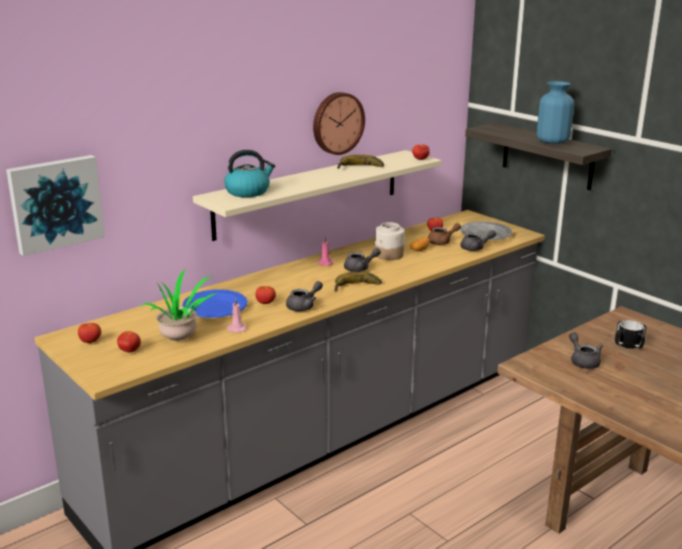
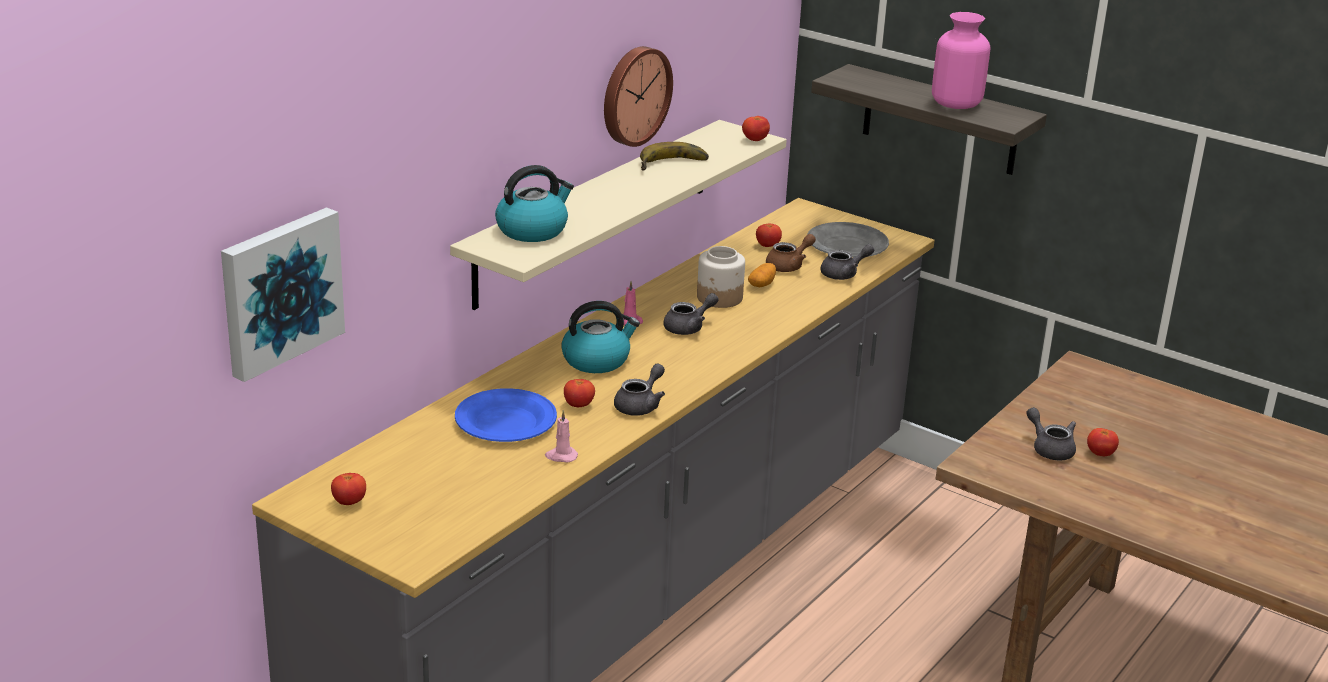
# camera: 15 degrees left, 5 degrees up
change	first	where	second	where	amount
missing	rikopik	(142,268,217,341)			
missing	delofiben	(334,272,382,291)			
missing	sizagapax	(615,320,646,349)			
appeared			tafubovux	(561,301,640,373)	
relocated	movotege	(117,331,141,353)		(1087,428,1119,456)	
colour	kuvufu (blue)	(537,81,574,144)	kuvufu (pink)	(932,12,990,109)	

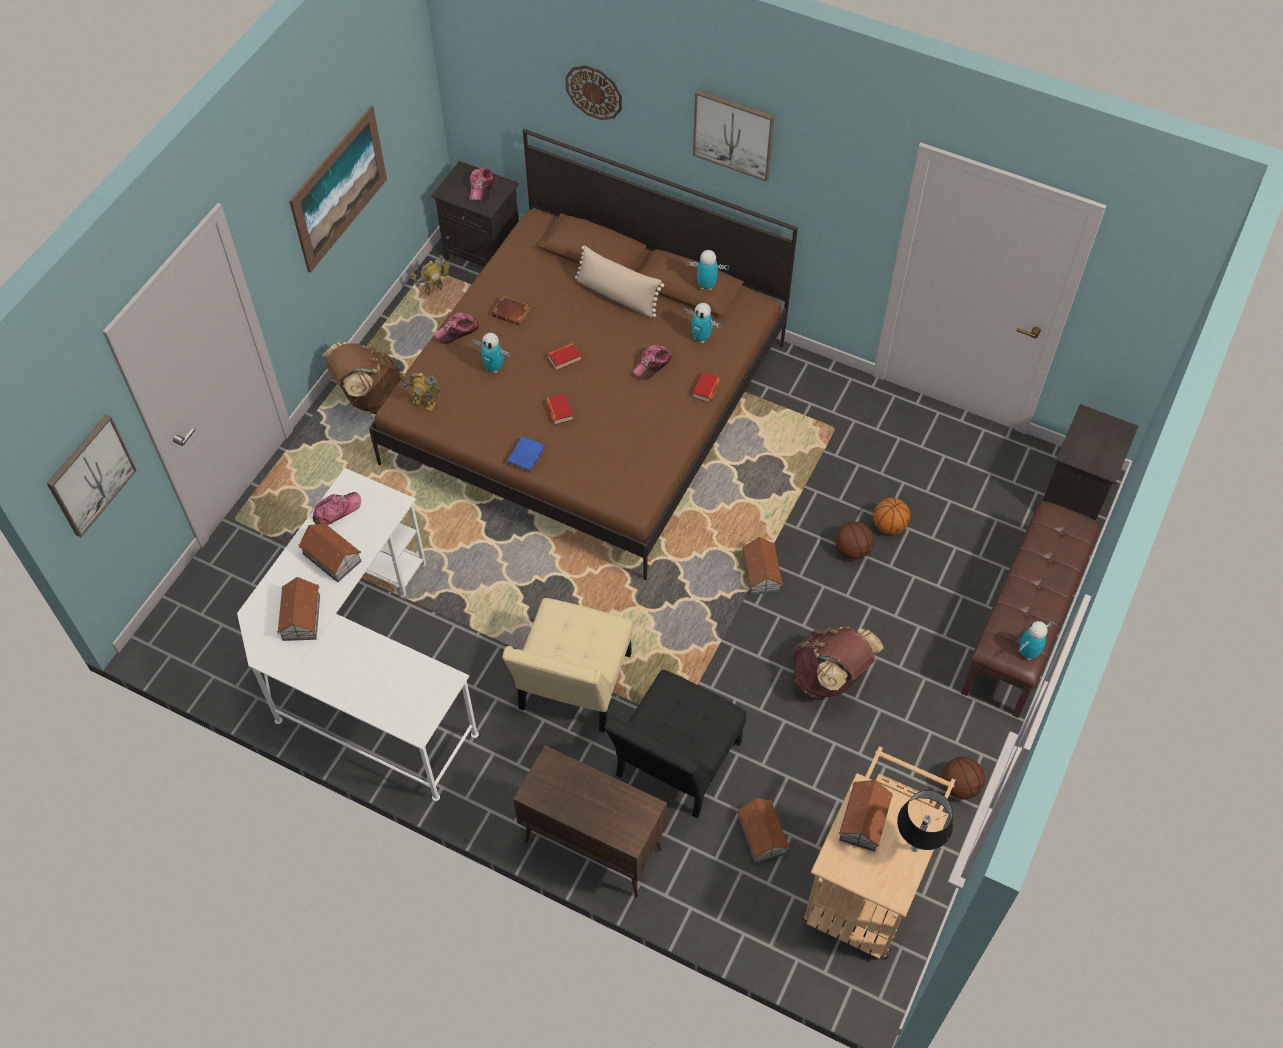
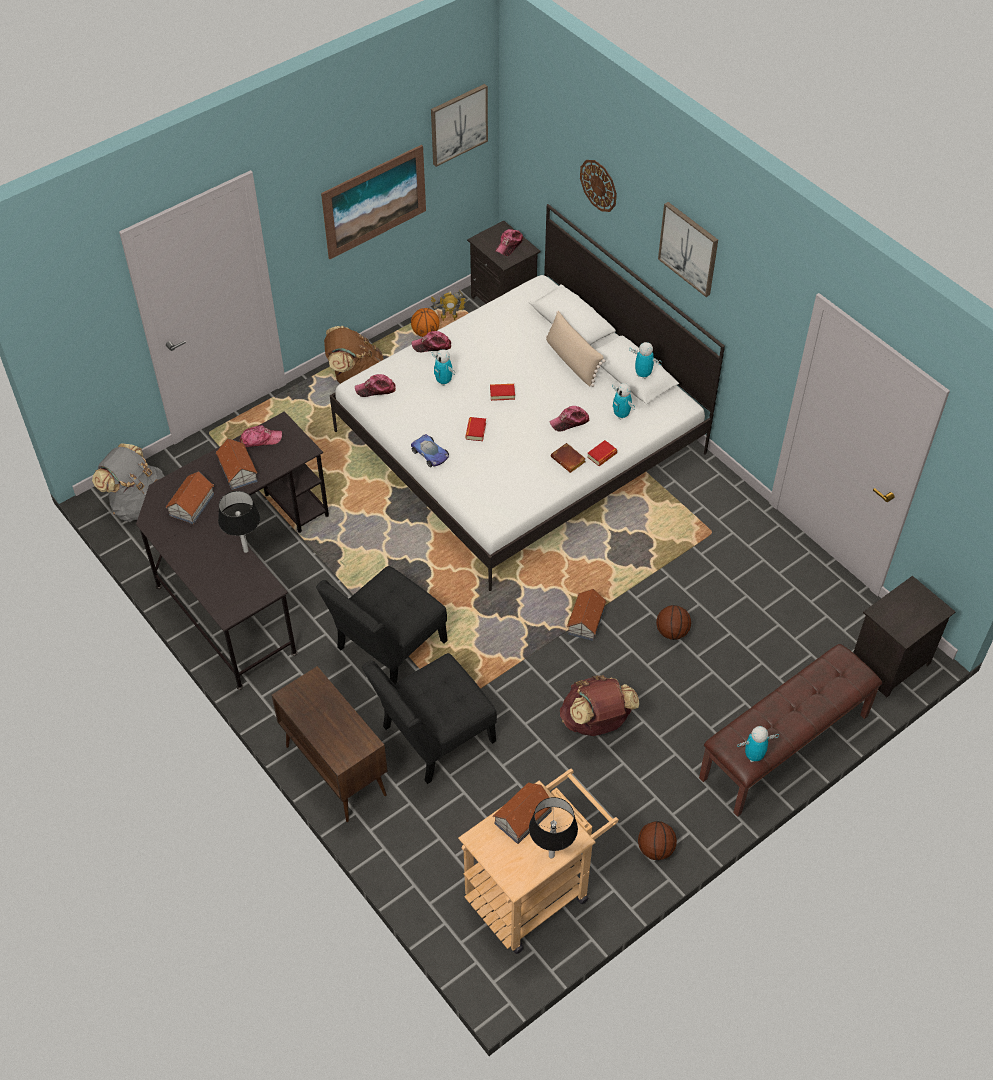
# camera: 25 degrees right, 5 degrees down
change	first	where	second	where	amount
missing	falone	(737,798,790,864)			
appeared			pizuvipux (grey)	(92,443,165,522)	
appeared			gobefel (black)	(218,491,260,553)	
relocated	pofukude	(47,415,137,537)		(431,84,488,167)	
relocated	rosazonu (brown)	(492,296,530,325)		(551,443,586,473)	
relocated	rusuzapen	(873,498,911,535)		(411,308,440,337)	
exchanged	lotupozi	(399,371,441,411)	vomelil	(355,374,396,397)	
exchanged	rosazonu (blue)	(507,436,545,473)	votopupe	(411,434,449,467)	
colour	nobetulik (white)	(237,468,479,801)	nobetulik (black)	(136,411,329,690)	
colour	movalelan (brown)	(369,129,798,580)	movalelan (white)	(330,204,725,591)	
colour	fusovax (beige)	(502,598,633,732)	fusovax (black)	(316,566,448,685)	

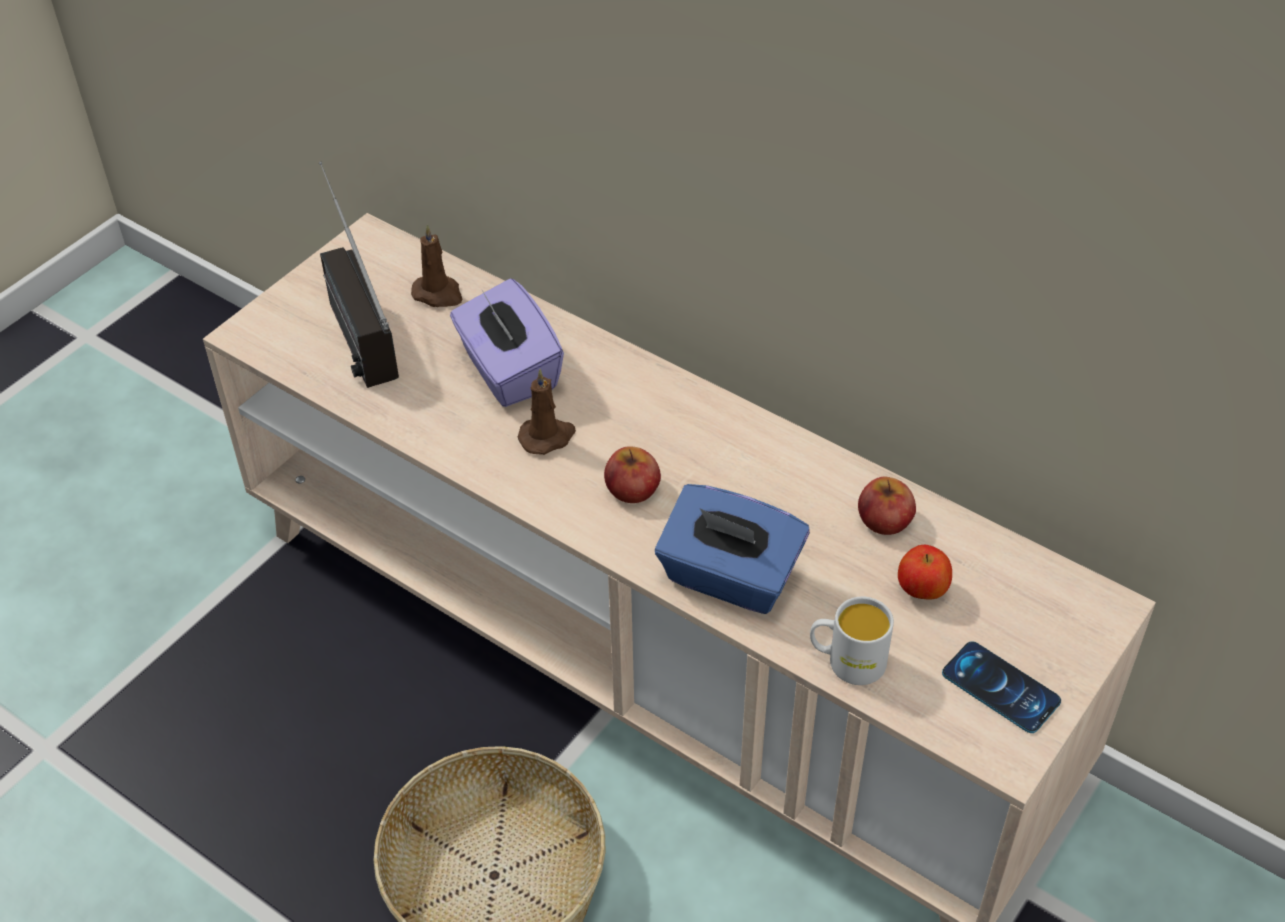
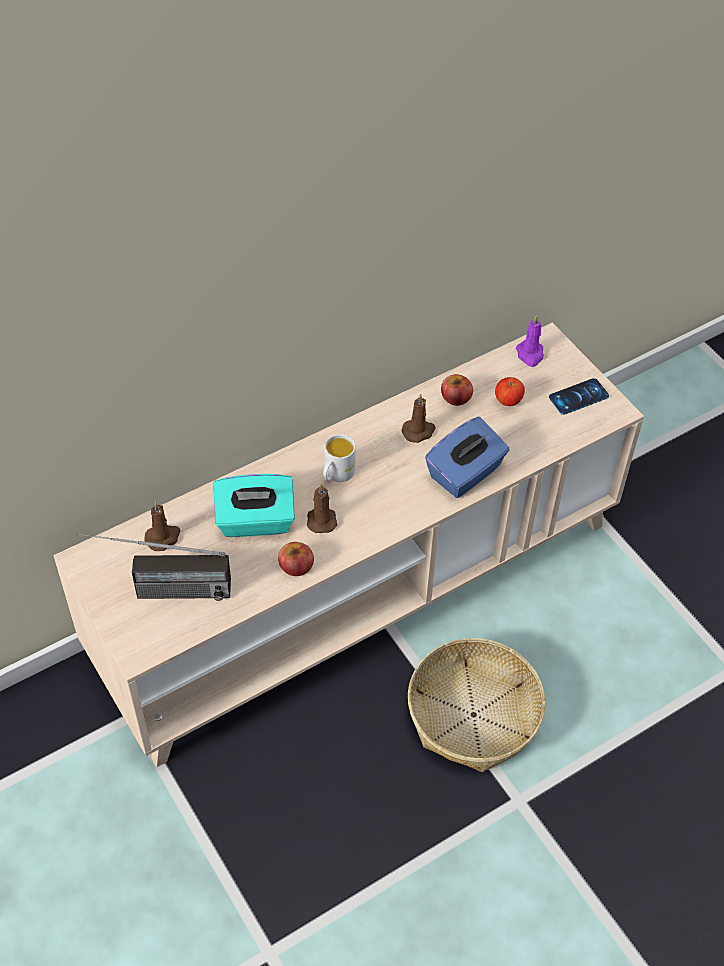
# camera: 70 degrees left, 5 degrees up
change	first	where	second	where	amount
appeared			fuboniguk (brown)	(401,394,436,443)	
appeared			fuboniguk (purple)	(516,315,544,367)	
relocated	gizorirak	(604,446,661,503)		(278,542,314,576)	
relocated	sizagapax (white)	(810,597,894,685)		(323,434,356,482)	
colour	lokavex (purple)	(450,279,564,407)	lokavex (turquoise)	(213,474,295,537)	

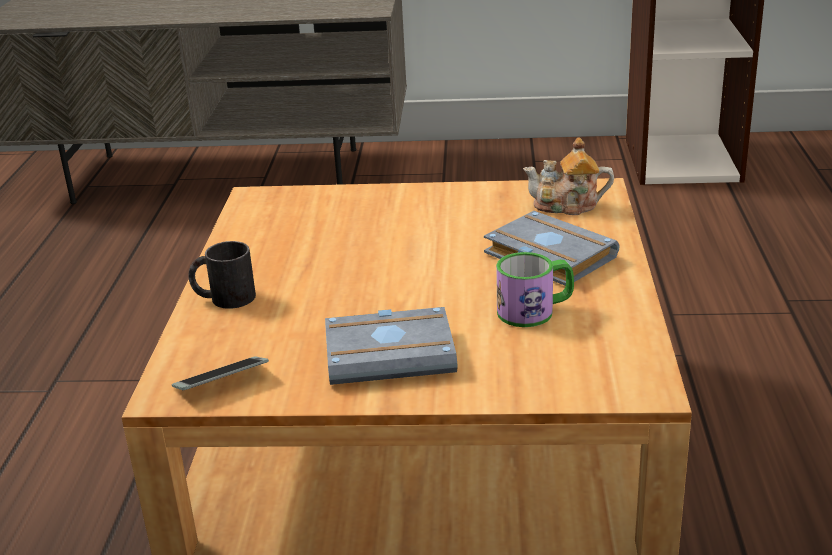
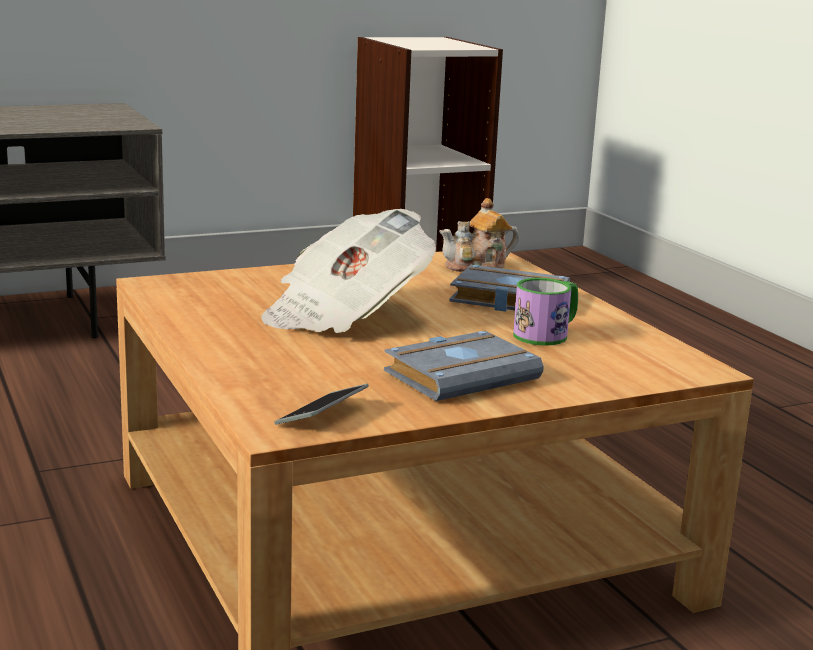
# camera: 30 degrees left, 10 degrees down
change	first	where	second	where	amount
missing	sizagapax (black)	(188,241,256,309)			
appeared			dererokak	(261,209,436,333)	

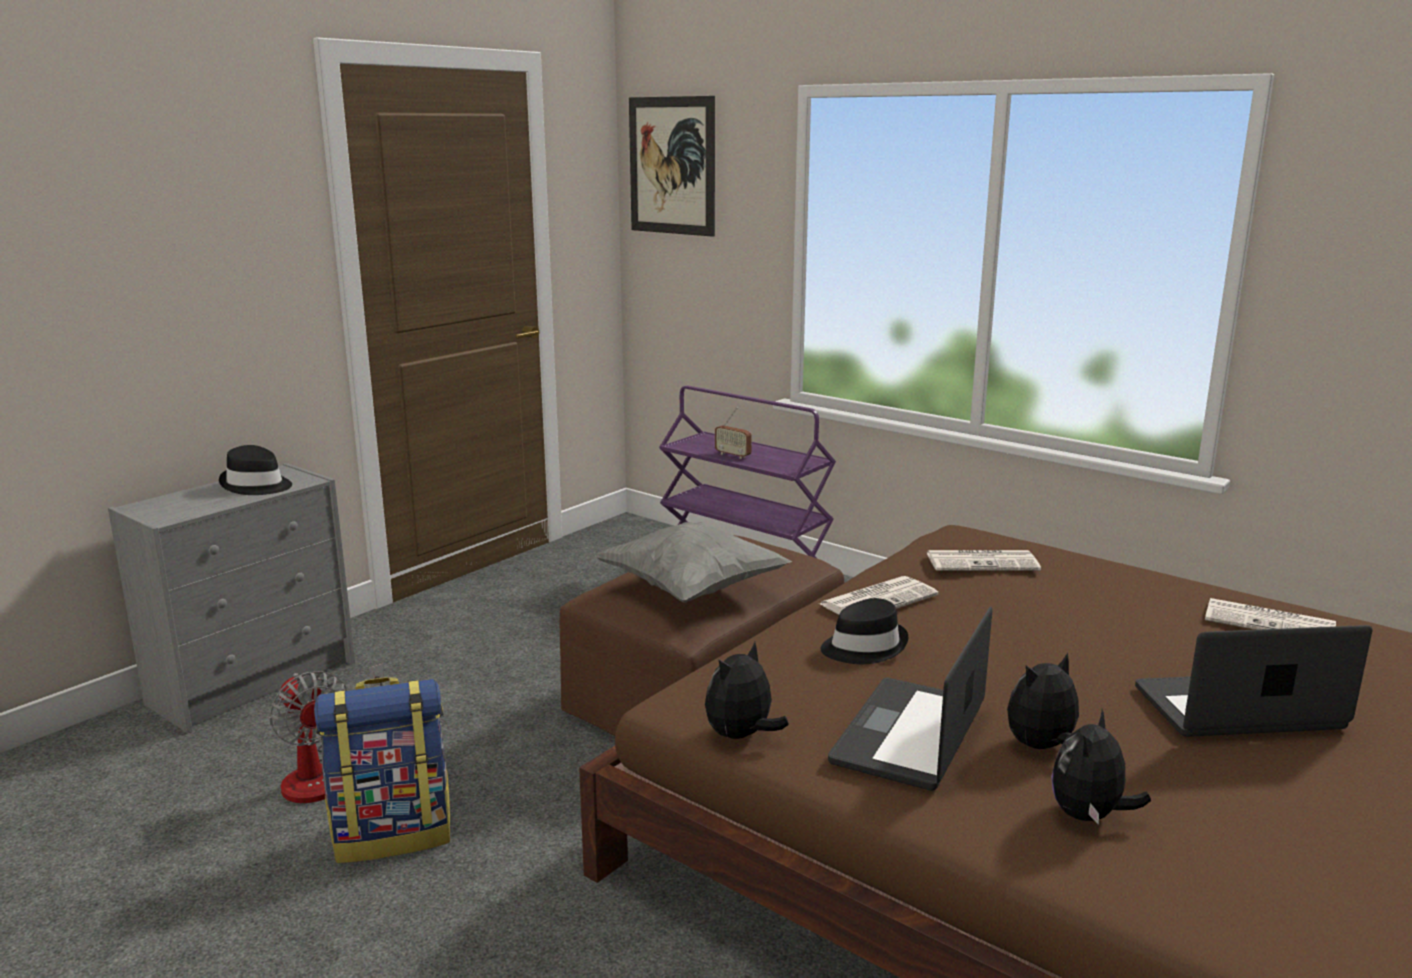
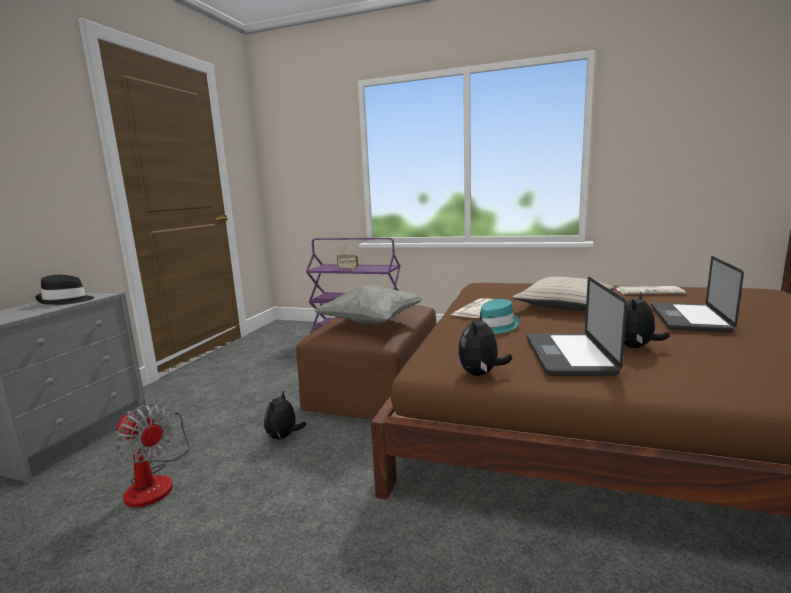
# camera: 20 degrees left, 5 degrees down
change	first	where	second	where	amount
missing	pizuvipux	(314,677,450,863)			
missing	pofukude	(629,96,715,237)			
missing	dererokak	(927,550,1041,571)			
appeared			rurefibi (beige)	(513,277,614,310)	
relocated	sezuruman	(1051,710,1151,825)		(264,390,307,439)	
colour	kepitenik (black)	(821,598,908,664)	kepitenik (turquoise)	(479,299,520,334)	
spun	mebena	(1135,625,1372,737)		(651,256,744,332)	45 degrees counterclockwise

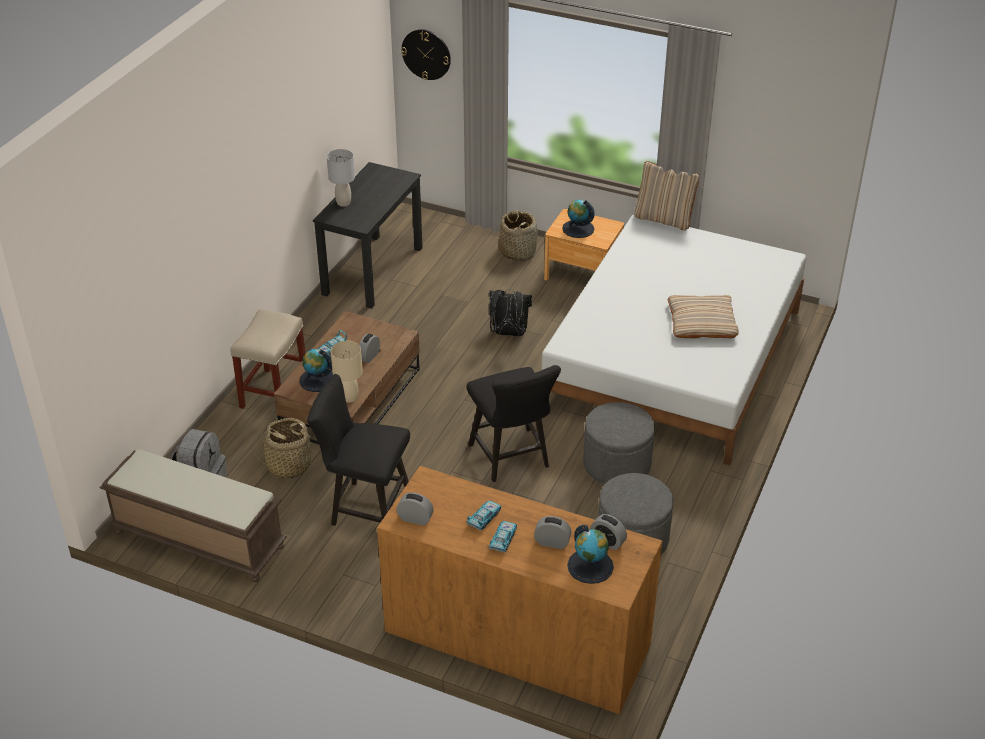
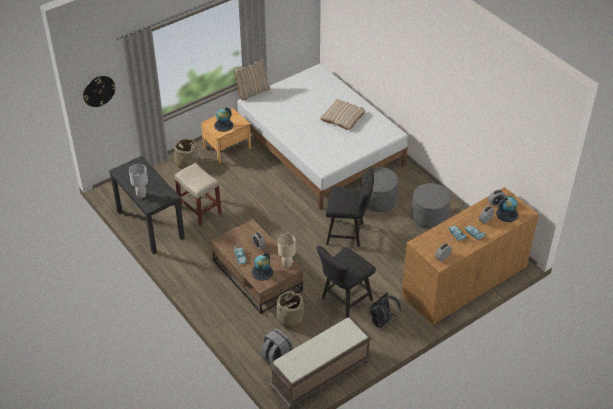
# camera: 60 degrees left, 5 degrees up
change	first	where	second	where	amount
relocated	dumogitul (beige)	(230,309,306,409)		(174,163,222,226)	
relocated	pizuvipux (black)	(489,289,532,336)		(369,293,401,329)	

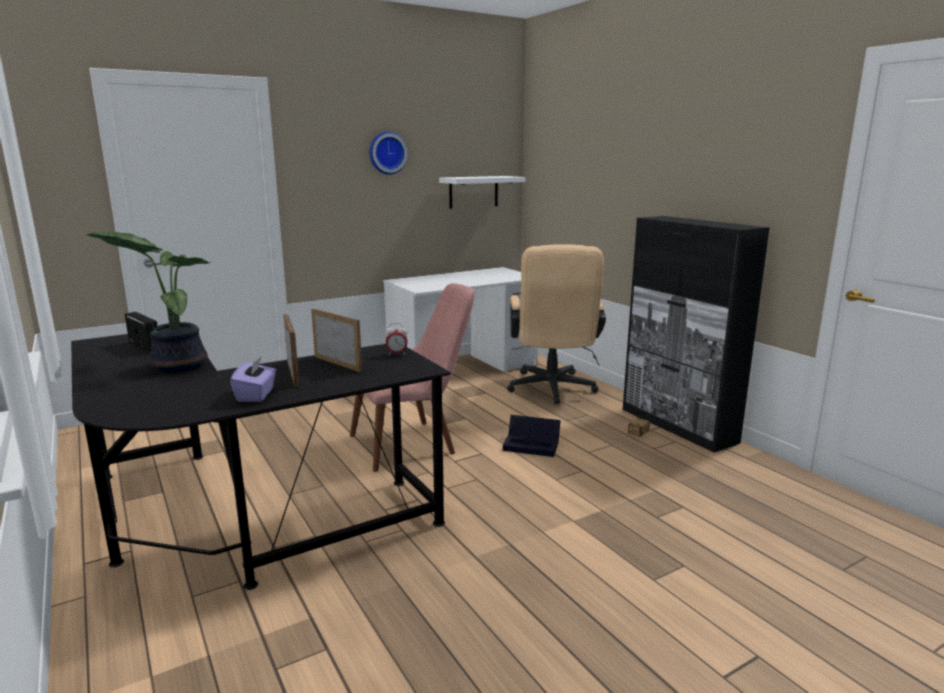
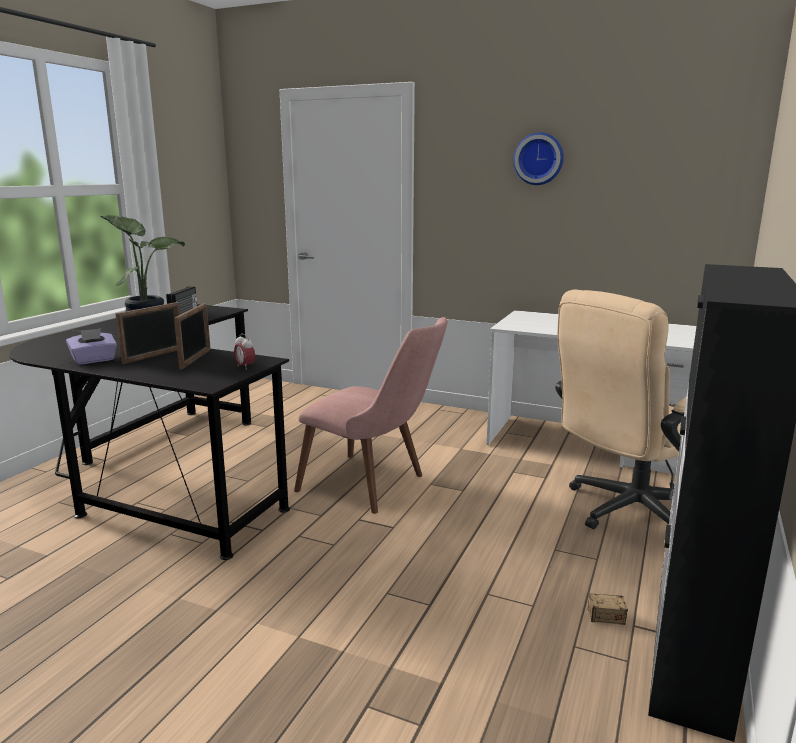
# camera: 55 degrees right, 0 degrees up
change	first	where	second	where	amount
missing	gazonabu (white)	(439,176,525,209)			
missing	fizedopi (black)	(503,415,561,457)			

